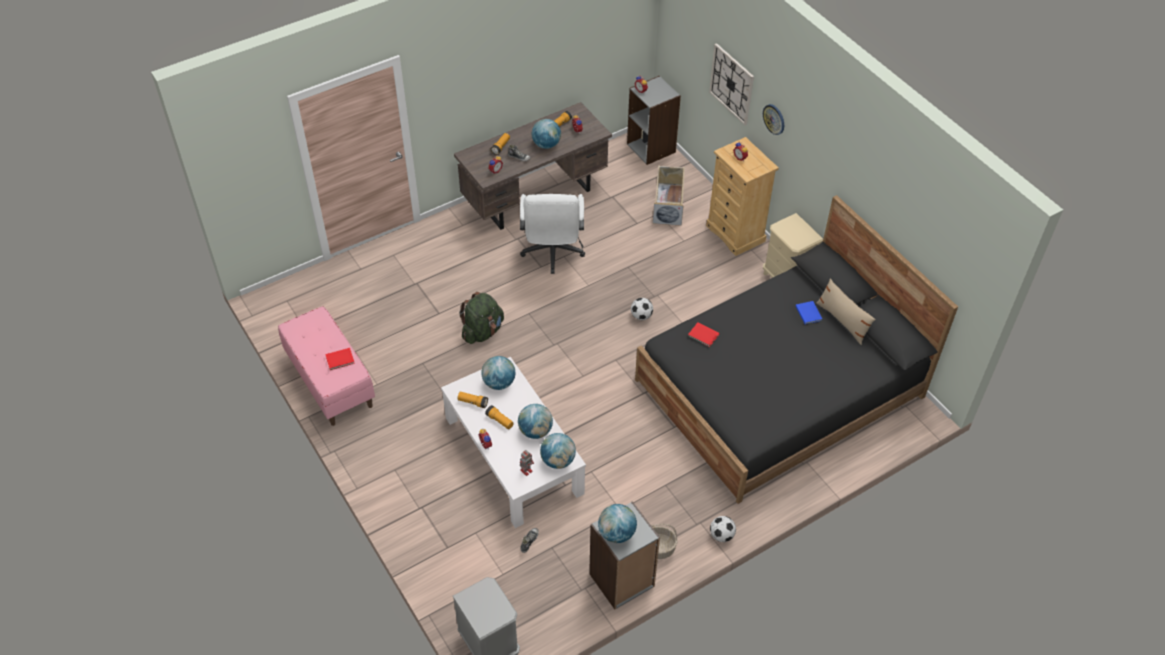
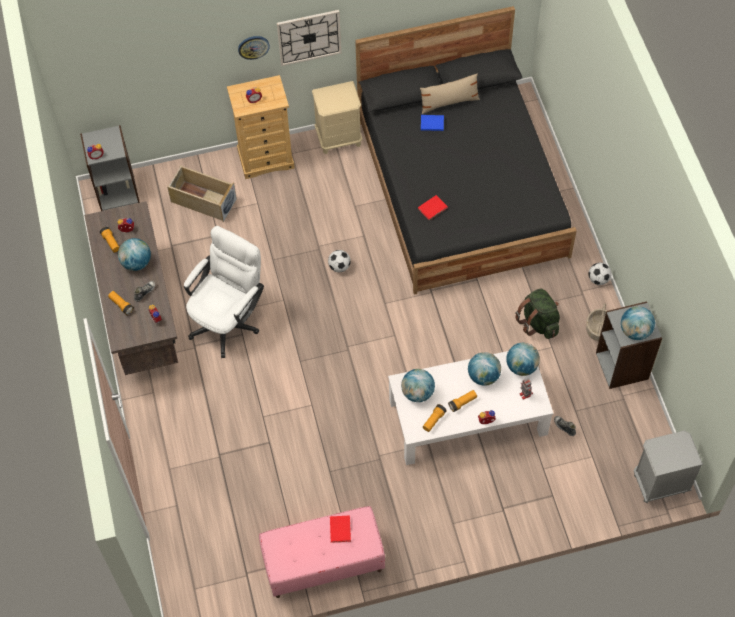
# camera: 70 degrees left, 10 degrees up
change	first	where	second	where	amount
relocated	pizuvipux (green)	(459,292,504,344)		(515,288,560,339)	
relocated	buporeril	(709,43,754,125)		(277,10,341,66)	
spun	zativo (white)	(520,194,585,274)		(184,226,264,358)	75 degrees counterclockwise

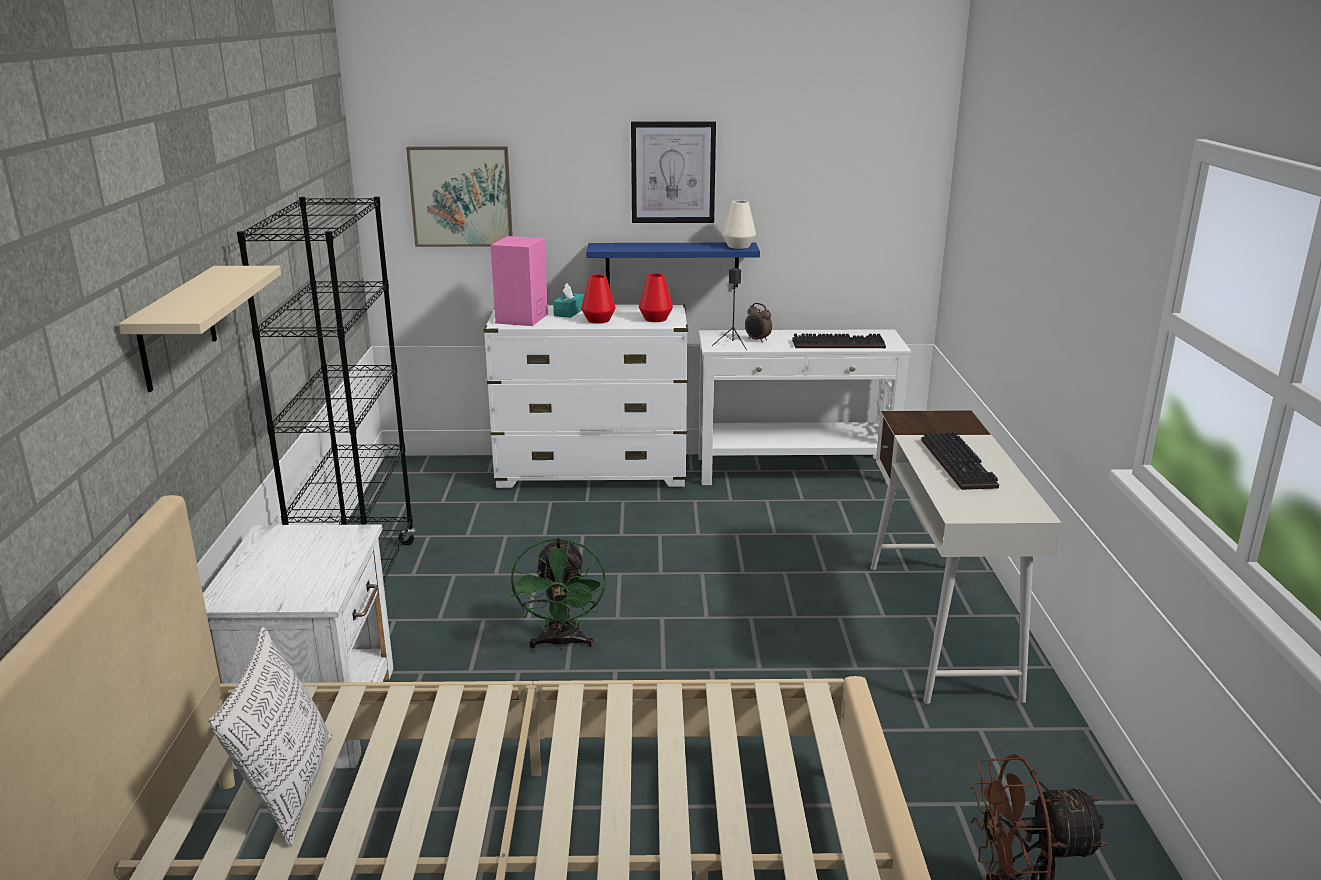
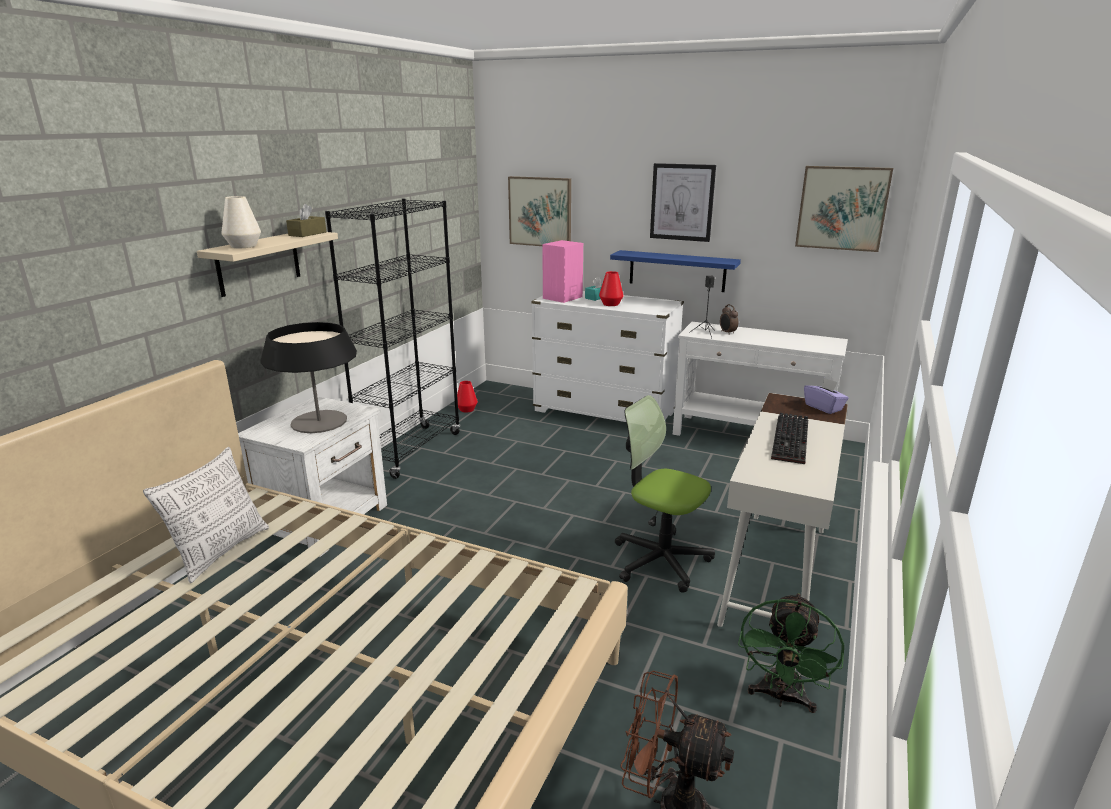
# camera: 25 degrees right, 0 degrees up
change	first	where	second	where	amount
missing	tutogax	(792,334,886,348)			
appeared			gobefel	(260,322,357,433)	
appeared			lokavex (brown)	(286,204,326,237)	
appeared			zativo	(615,395,715,593)	
appeared			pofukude	(795,166,893,252)	
appeared			lokavex (purple)	(804,378,849,414)	
relocated	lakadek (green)	(510,537,606,650)		(738,593,844,713)	
relocated	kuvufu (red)	(639,273,673,322)		(457,381,478,413)	
relocated	kuvufu (white)	(722,200,756,249)		(222,196,261,248)	

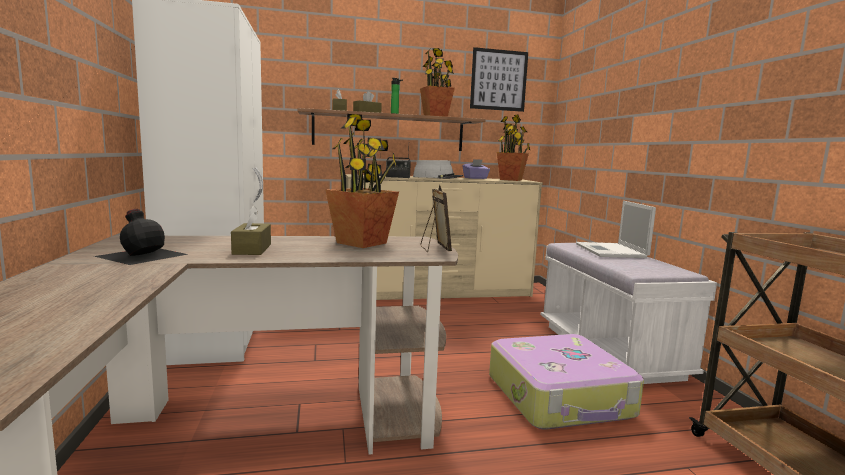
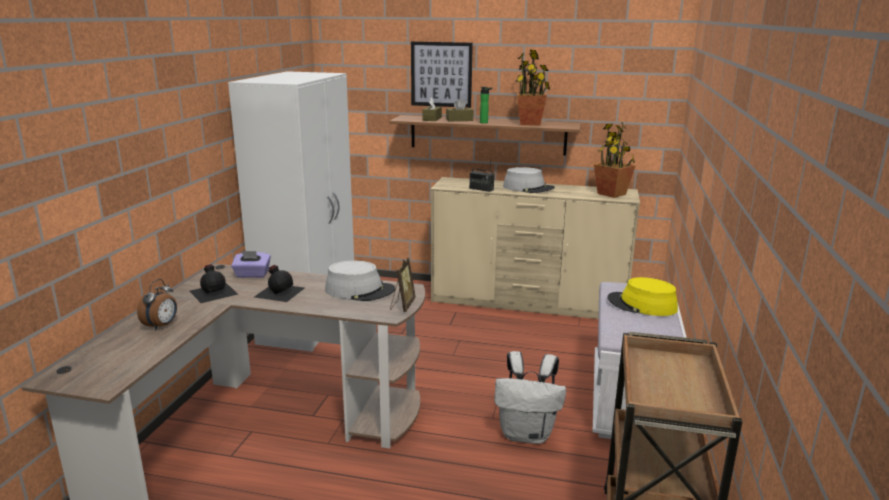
# camera: 25 degrees right, 10 degrees up
change	first	where	second	where	amount
appeared			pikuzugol	(137,279,177,331)	
relocated	lokavex (purple)	(462,159,490,179)		(231,251,271,278)	
relocated	pofukude	(470,47,528,112)		(411,42,473,108)	
exchanged	lokavex (brown)	(231,205,271,255)	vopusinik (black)	(254,265,305,302)	
exchanged	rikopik	(326,114,399,248)	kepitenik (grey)	(325,260,395,301)	
exchanged	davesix	(489,334,644,430)	pizuvipux (white)	(494,351,566,444)	
exchanged	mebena	(576,201,656,258)	kepitenik (yellow)	(608,277,678,316)	

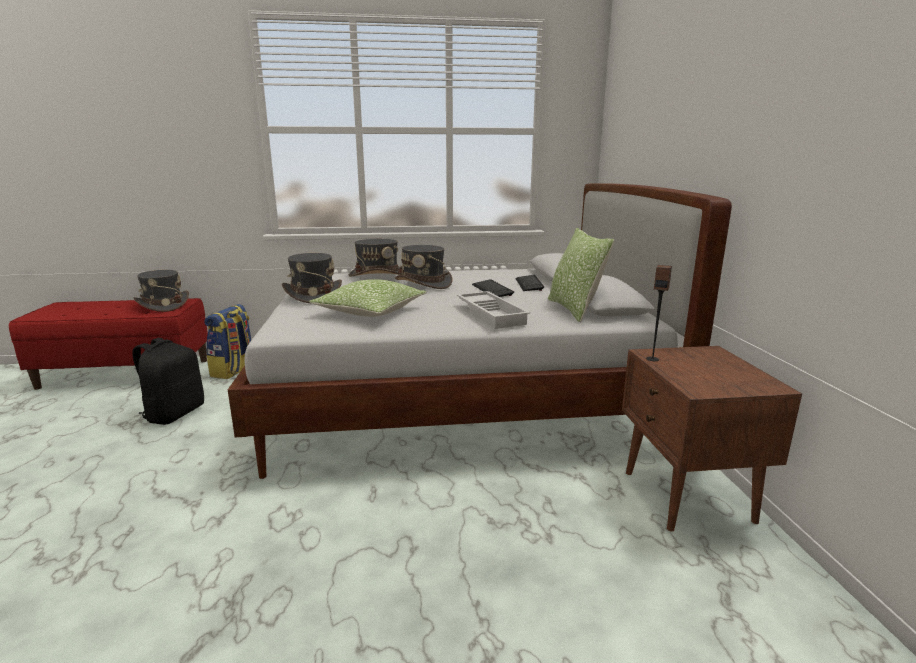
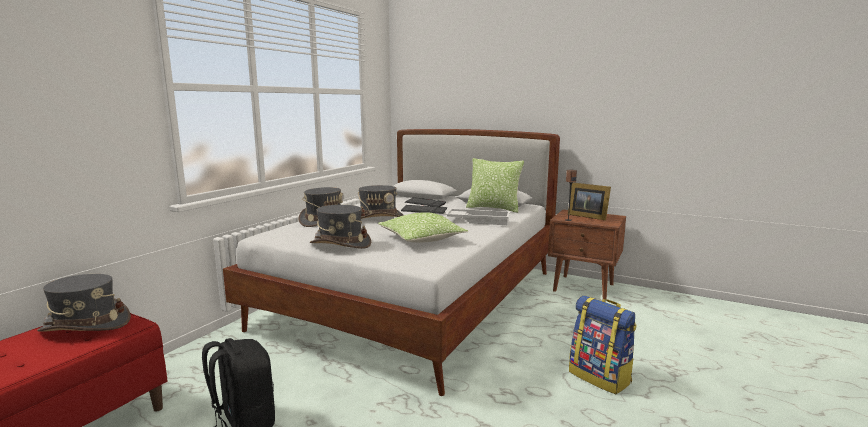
# camera: 55 degrees left, 5 degrees down
change	first	where	second	where	amount
appeared			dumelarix	(568,183,611,220)	
relocated	pizuvipux	(204,304,251,379)		(569,296,637,394)	

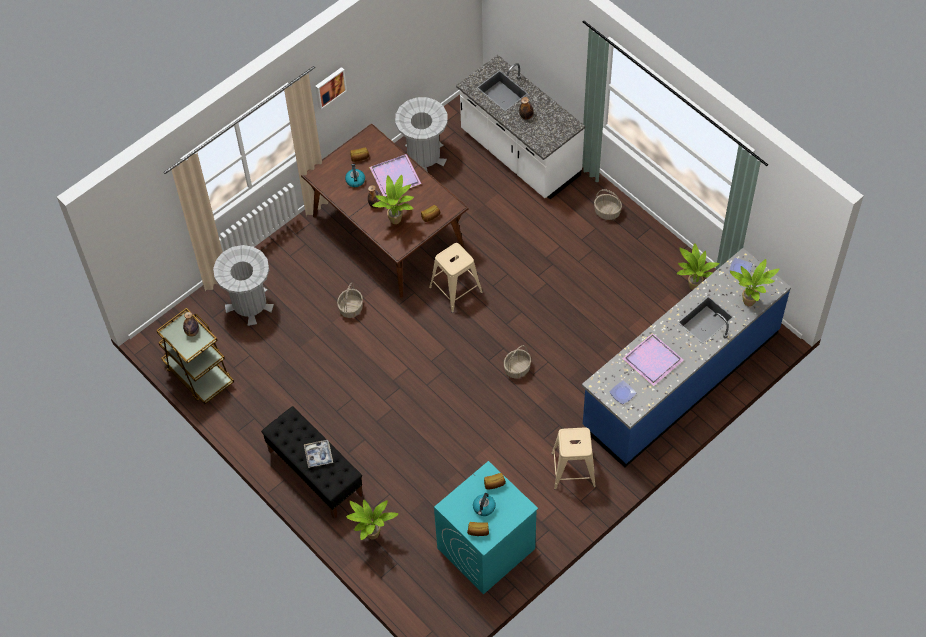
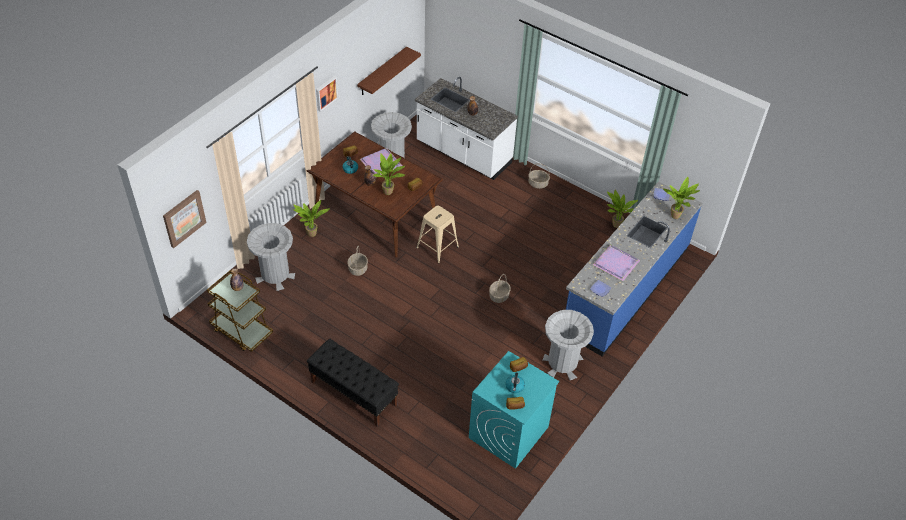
# camera: 15 degrees left, 10 degrees down
change	first	where	second	where	amount
missing	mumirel	(304,440,333,468)			
appeared			pofukude	(163,190,207,248)	
appeared			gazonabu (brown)	(357,47,421,95)	
relocated	rikopik	(346,500,398,540)		(293,200,330,237)	
exchanged	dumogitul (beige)	(551,427,596,490)	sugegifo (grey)	(543,310,594,380)	

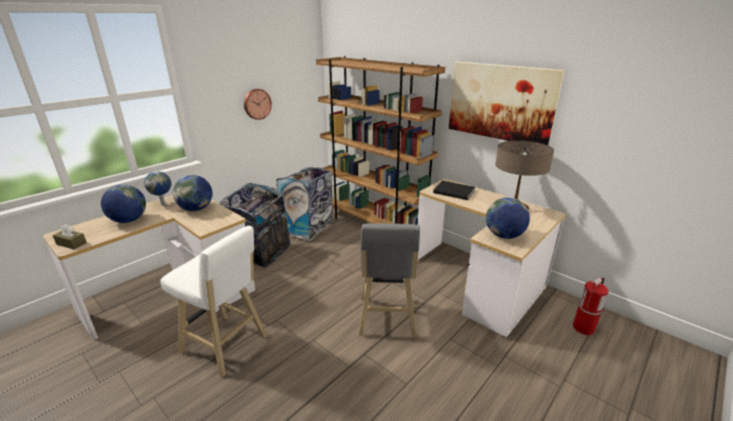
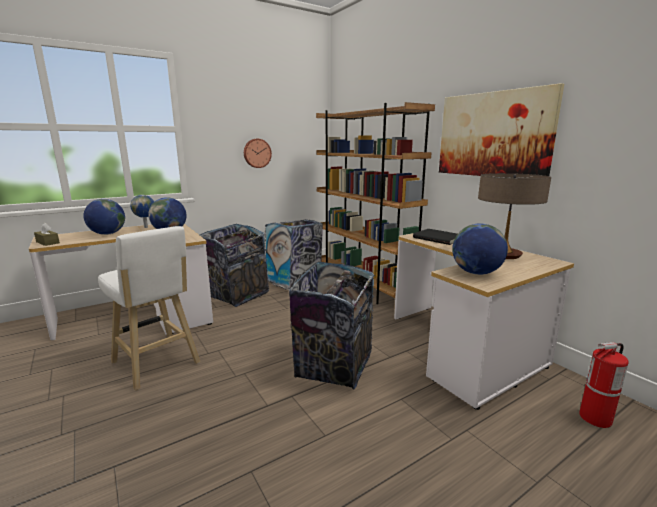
# camera: 15 degrees right, 10 degrees down
change	first	where	second	where	amount
exchanged	dumogitul (grey)	(358,223,420,338)	sugegifo	(289,262,375,389)	

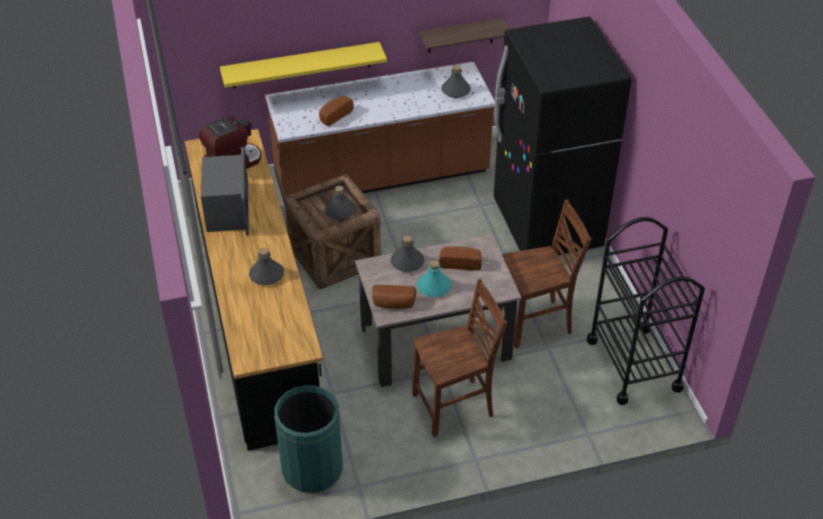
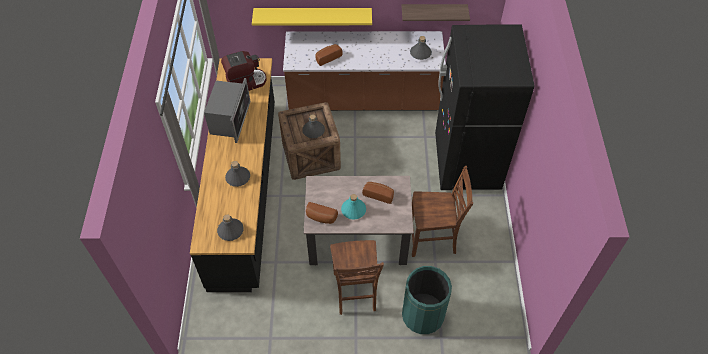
# camera: 15 degrees right, 10 degrees up
change	first	where	second	where	amount
missing	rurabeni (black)	(587,217,705,405)			
relocated	sugegifo (green)	(274,385,343,493)		(402,266,452,334)	
relocated	vopusinik (grey)	(391,236,424,272)		(217,214,244,241)	
spun	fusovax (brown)	(412,279,507,437)		(330,240,384,315)	90 degrees clockwise

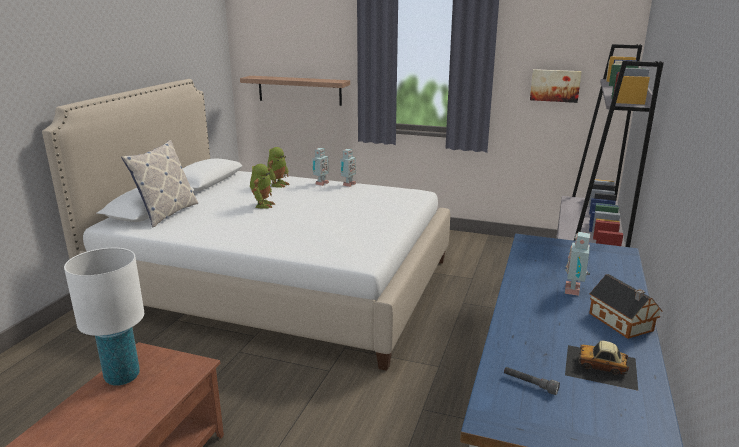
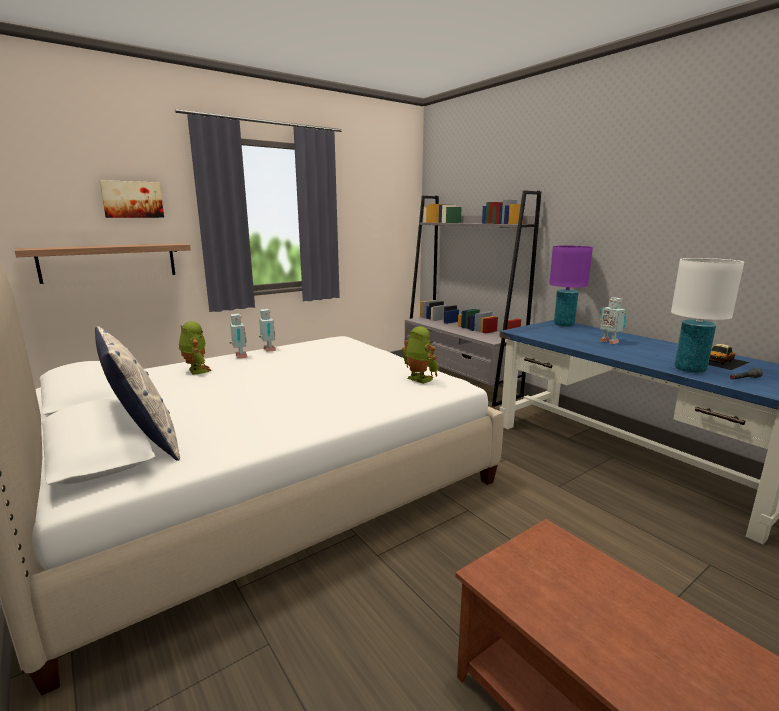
# camera: 55 degrees left, 5 degrees down
change	first	where	second	where	amount
missing	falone	(589,274,662,339)			
appeared			gobefel (purple)	(549,245,593,327)	
relocated	gobefel (white)	(64,248,144,386)		(671,258,744,373)	
relocated	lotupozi	(250,164,275,209)		(402,326,439,384)	
relocated	pofukude	(530,69,582,103)		(99,180,164,218)	

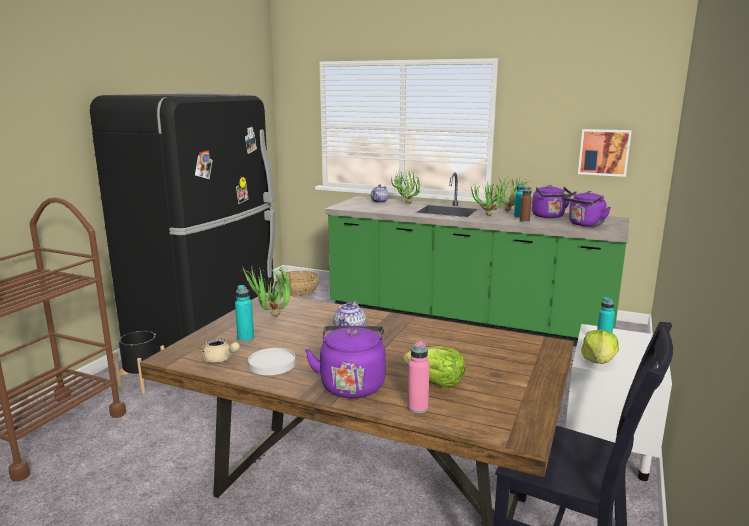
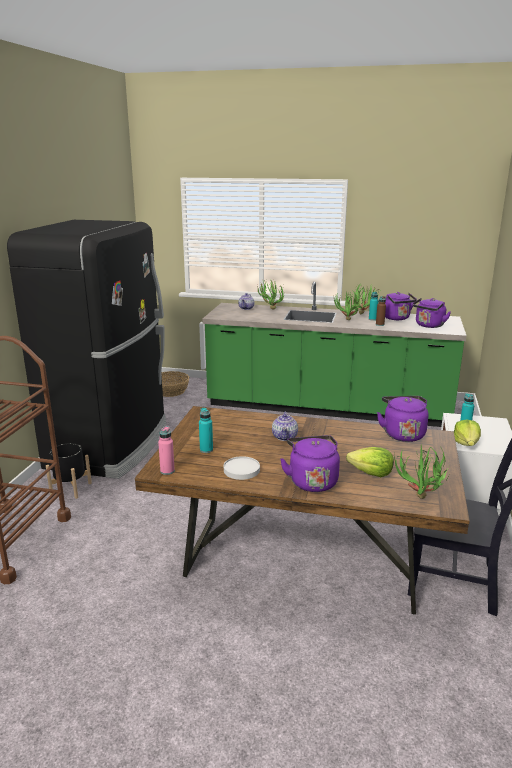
# camera: 10 degrees left, 5 degrees up
change	first	where	second	where	amount
missing	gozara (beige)	(202,338,240,363)			
missing	pofukude	(578,129,632,177)			
appeared			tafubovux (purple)	(377,396,429,442)	
relocated	rikopik	(241,262,291,317)		(394,444,453,499)	
relocated	vopusinik (pink)	(407,341,430,414)		(158,426,175,475)	

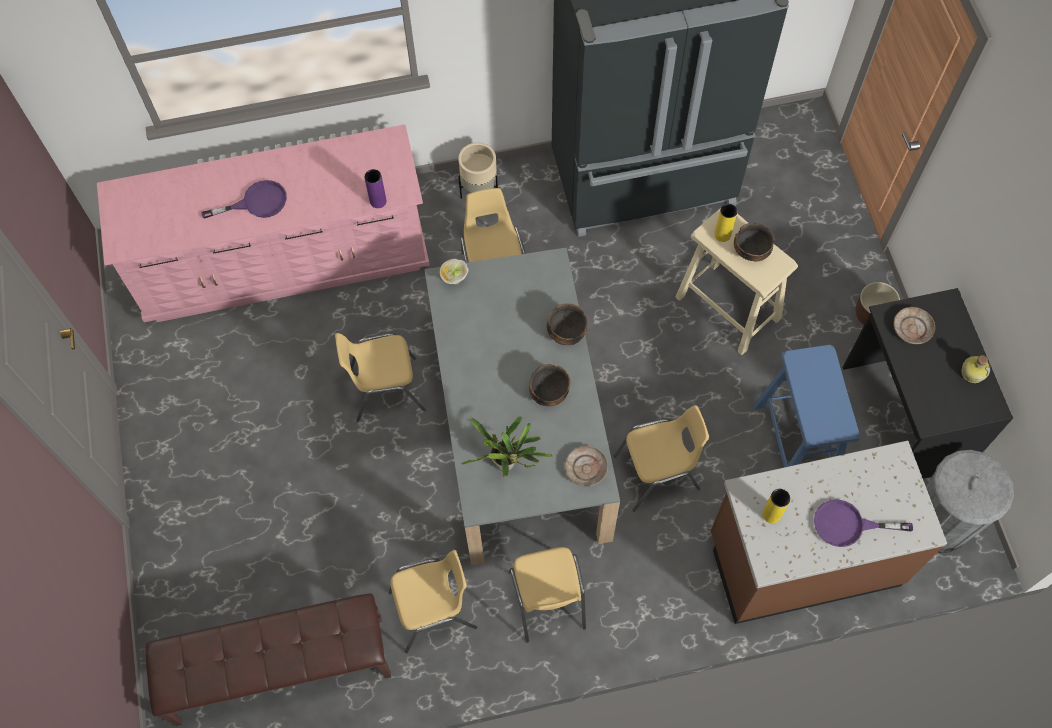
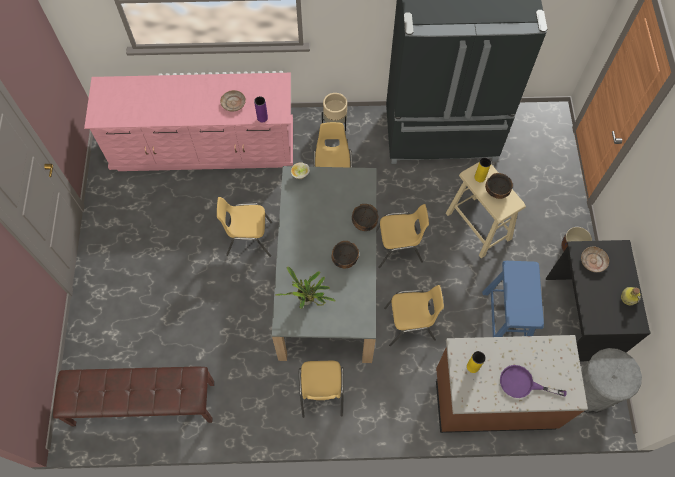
# camera: 10 degrees right, 0 degrees up
change	first	where	second	where	amount
missing	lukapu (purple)	(201,180,287,219)			
relocated	fusovax (yellow)	(389,550,477,653)		(376,204,429,268)	
relocated	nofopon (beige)	(565,446,608,487)		(220,90,246,112)	

